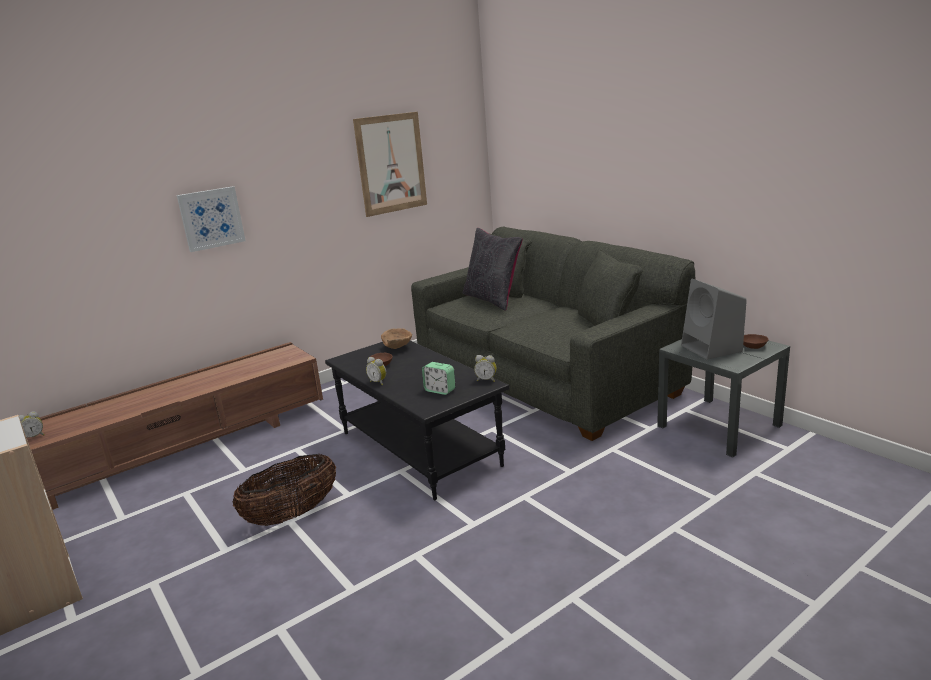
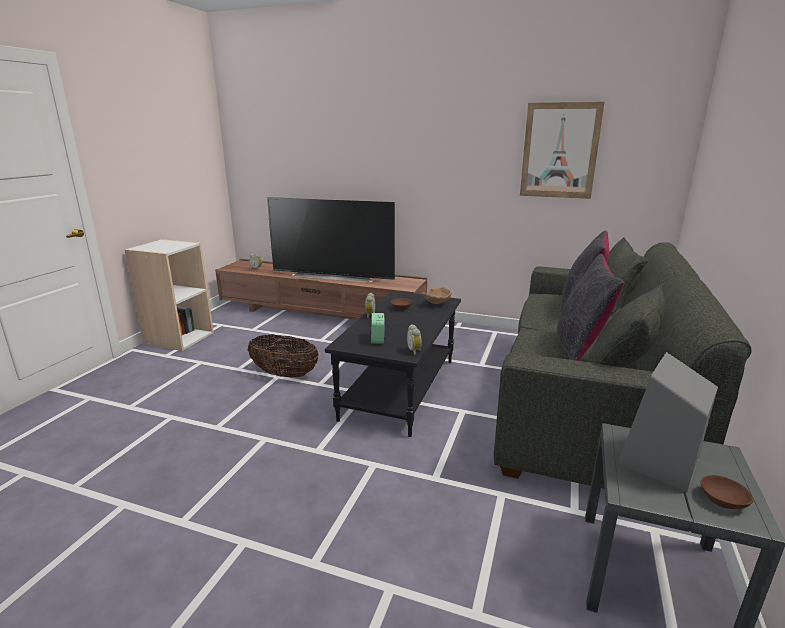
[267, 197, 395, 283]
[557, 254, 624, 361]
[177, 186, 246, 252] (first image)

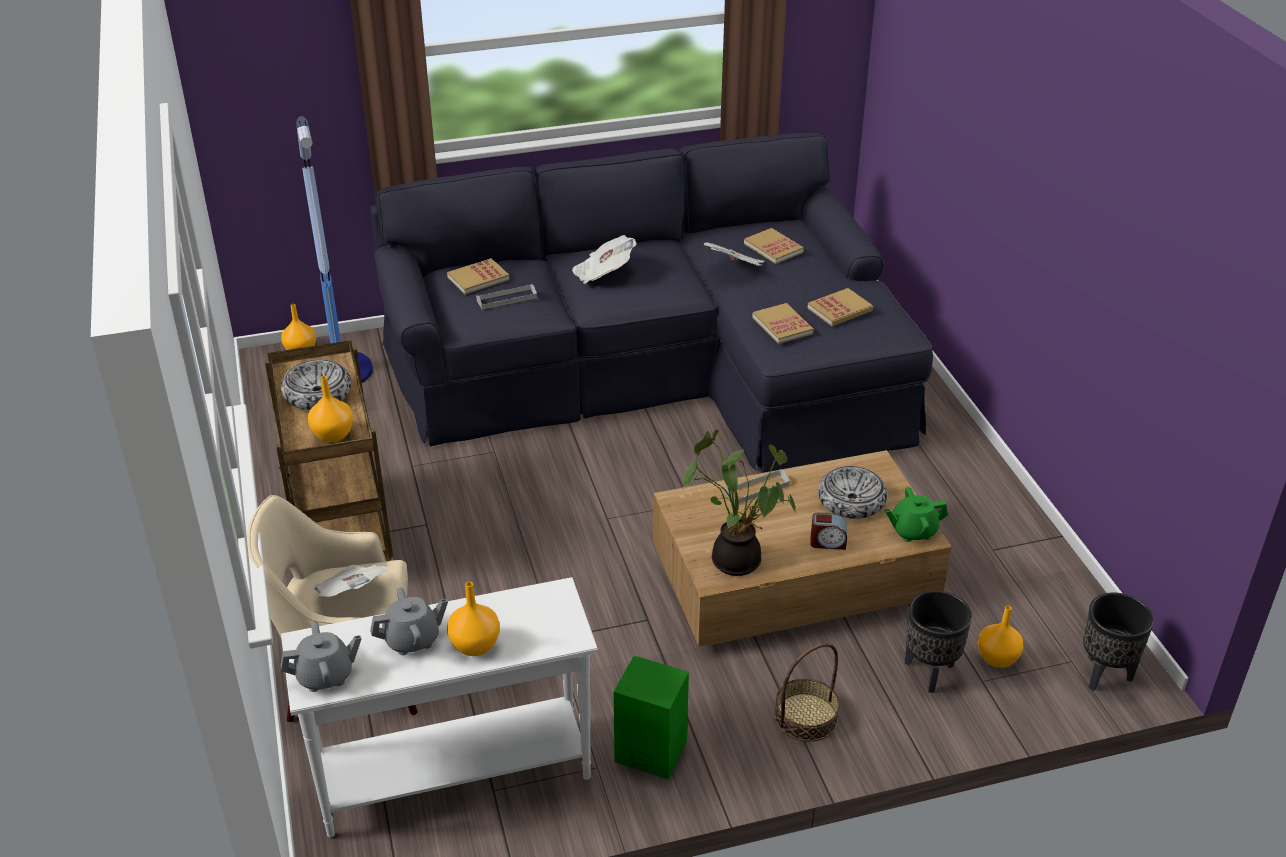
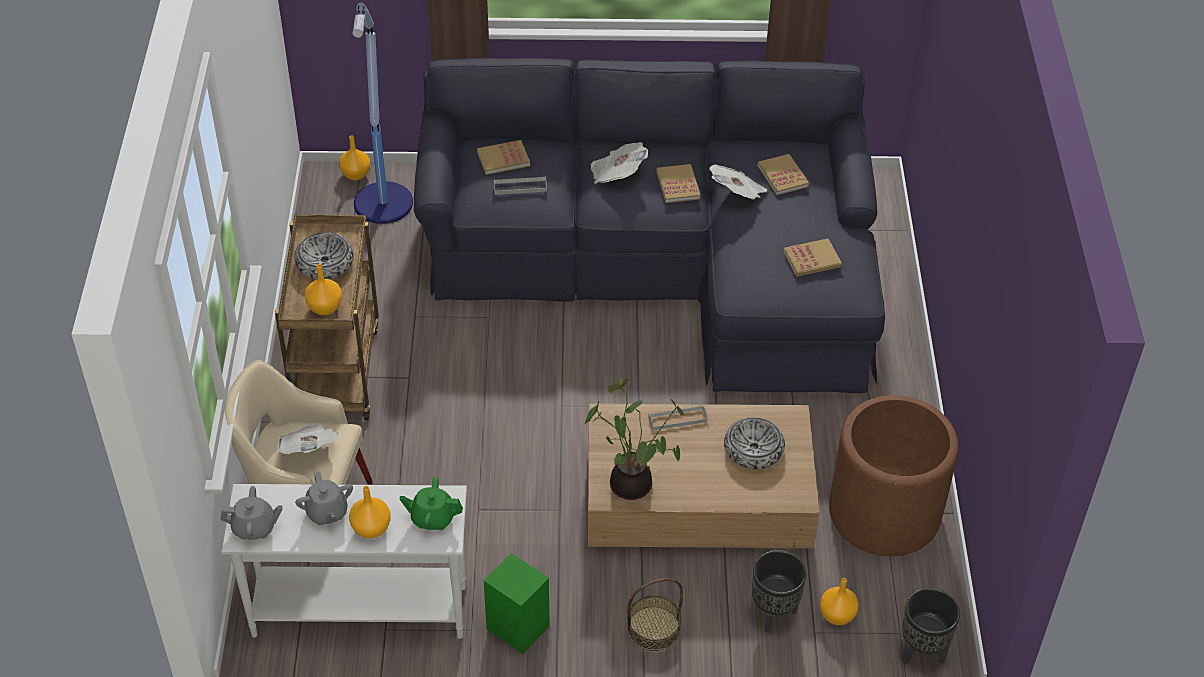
[295, 472, 353, 525]
[400, 477, 463, 530]
[657, 164, 701, 203]
[829, 395, 959, 556]
[810, 513, 847, 550] (first image)

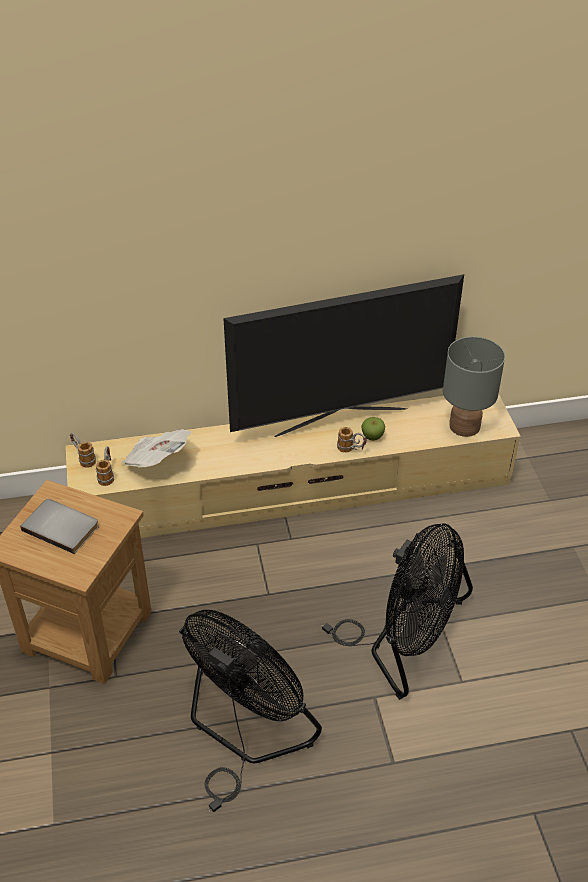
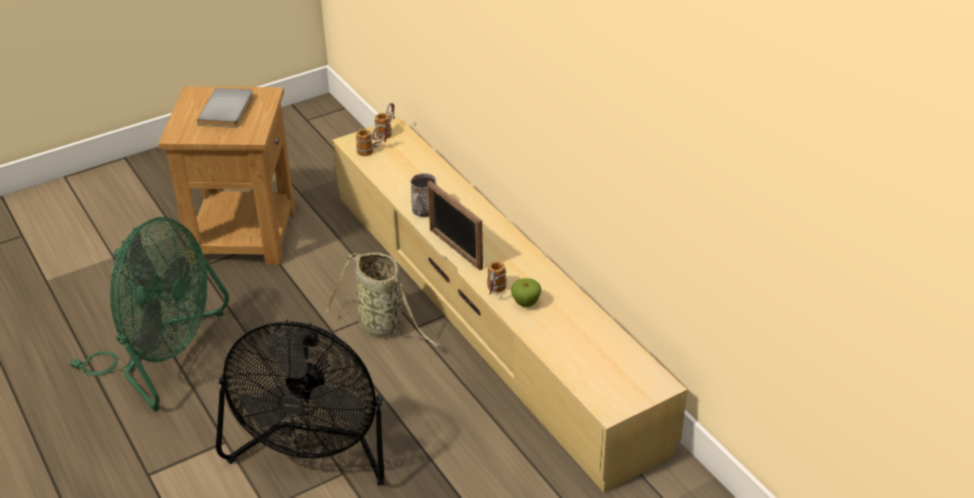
[70, 217, 229, 412]
[326, 252, 440, 347]
[410, 173, 436, 217]
[427, 180, 483, 270]
[121, 429, 192, 468] (first image)
[223, 274, 464, 437] (first image)
[443, 336, 505, 437] (first image)

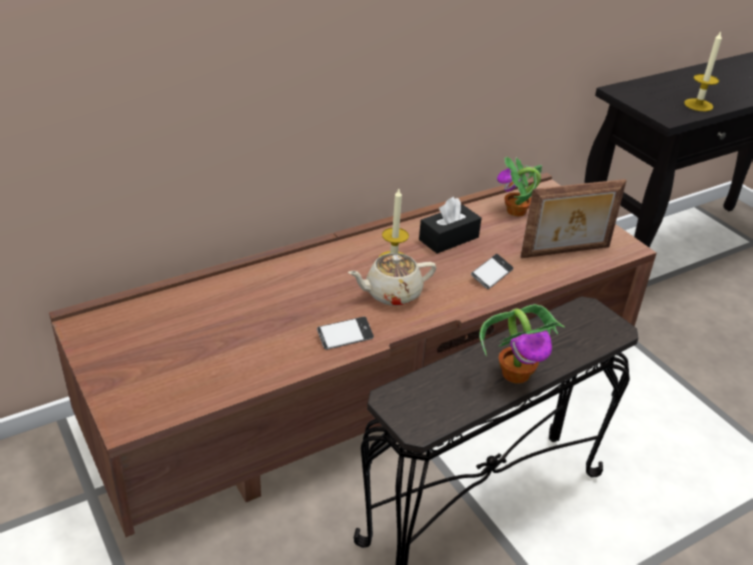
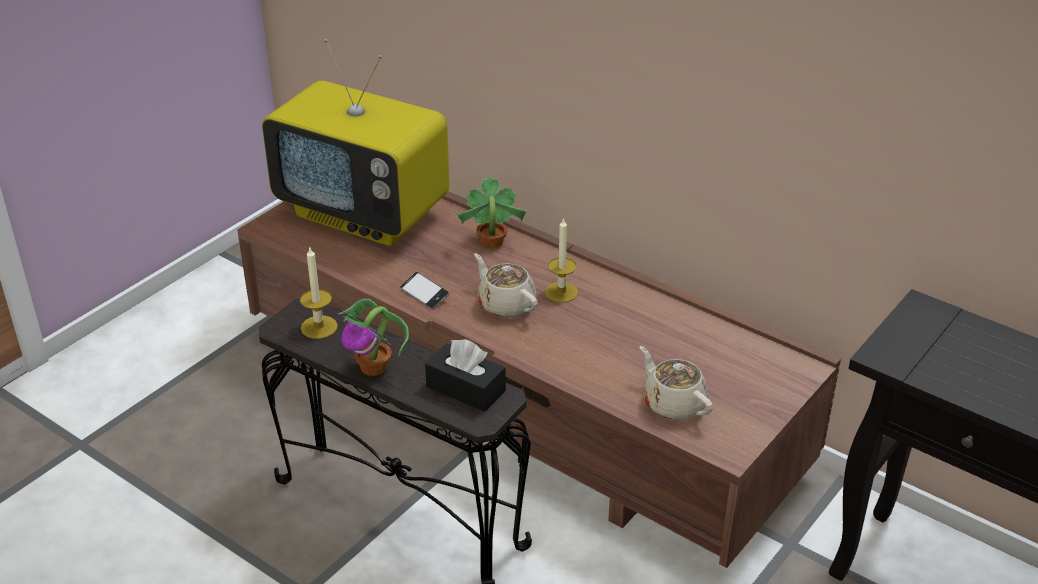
[262, 39, 450, 246]
[300, 248, 338, 339]
[425, 339, 506, 412]
[454, 177, 528, 248]
[640, 346, 713, 420]
[471, 254, 513, 289] (first image)

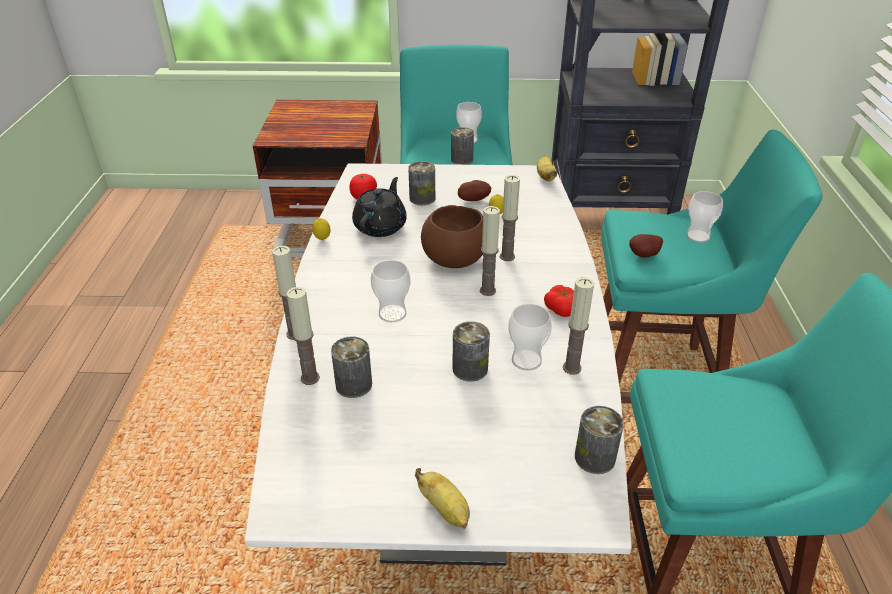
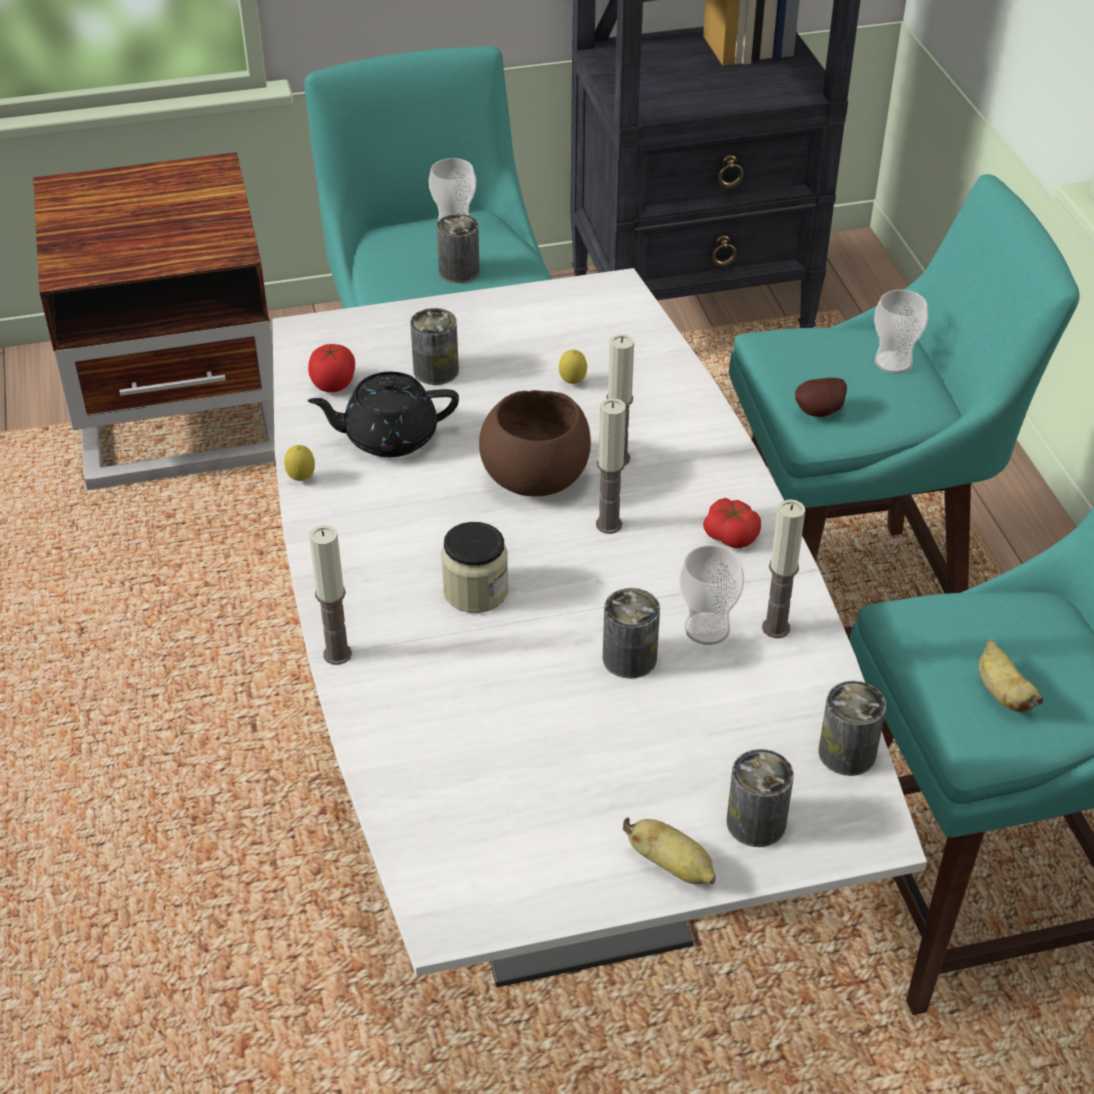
[308, 372, 459, 457]
[441, 522, 508, 613]
[727, 749, 794, 847]
[979, 640, 1043, 712]
[287, 287, 320, 385] (first image)
[458, 180, 491, 201] (first image)

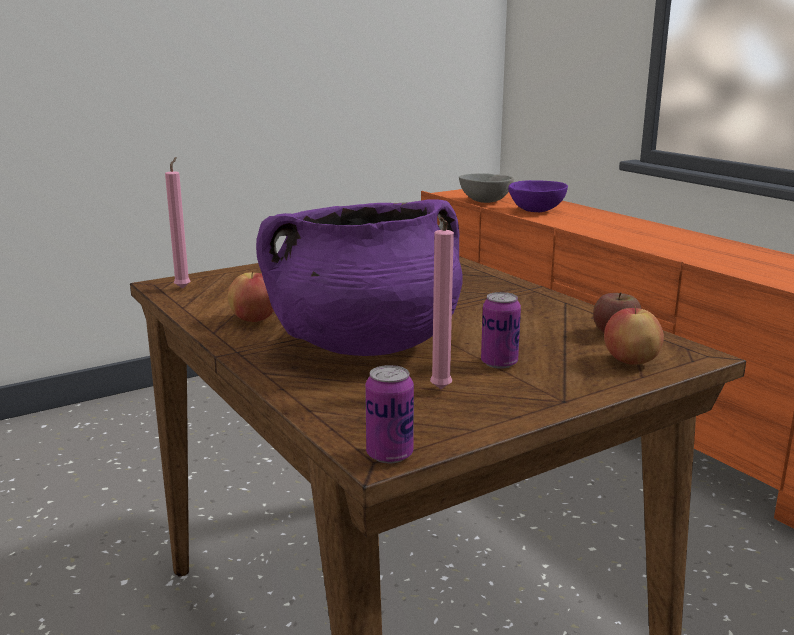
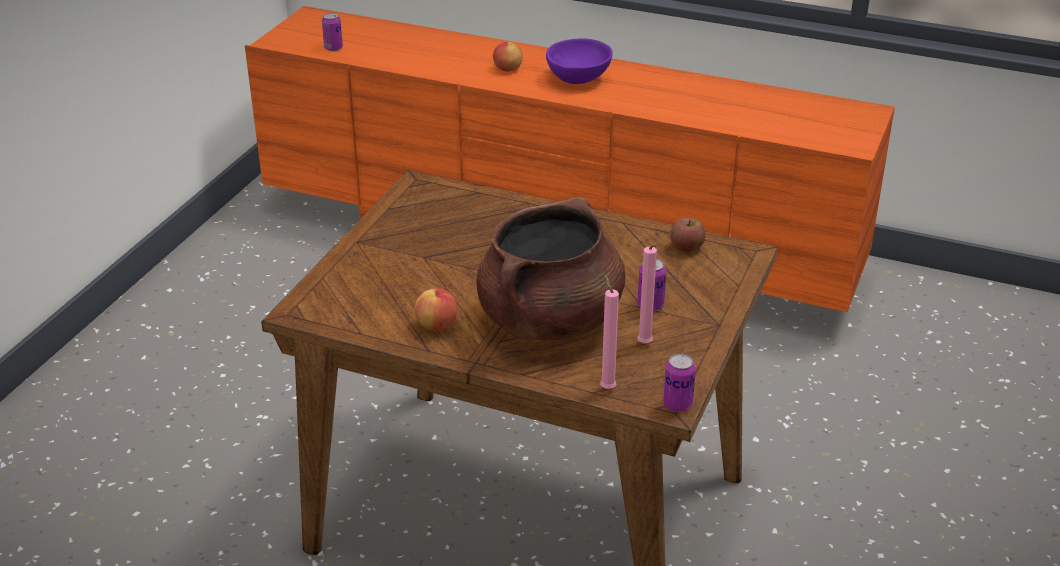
[322, 13, 343, 51]
[477, 197, 625, 341]
[493, 41, 523, 71]
[546, 38, 613, 84]
[600, 275, 619, 389]

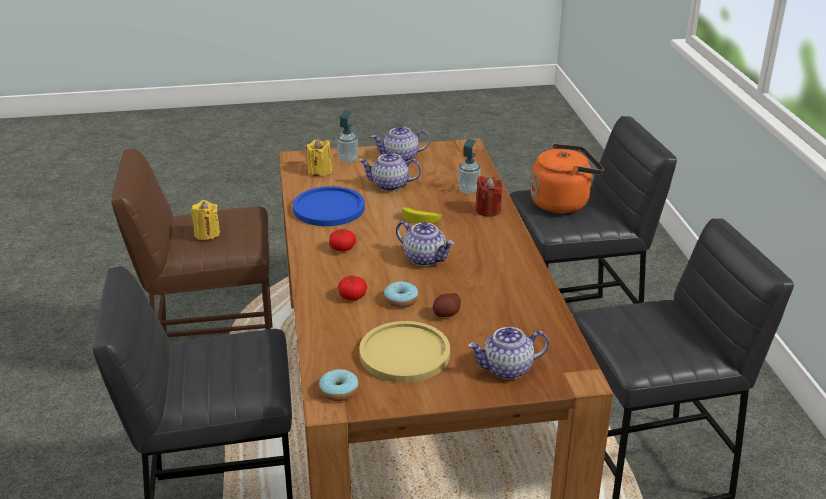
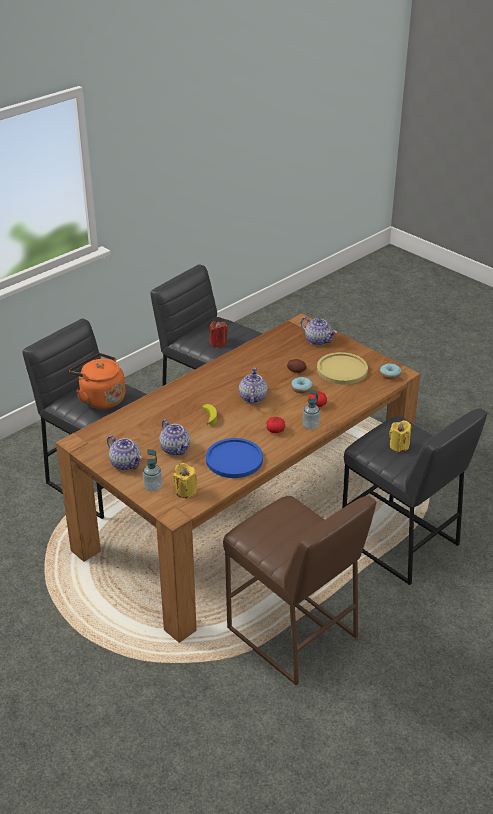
[209, 321, 228, 348]
[303, 389, 320, 430]
[389, 420, 411, 452]

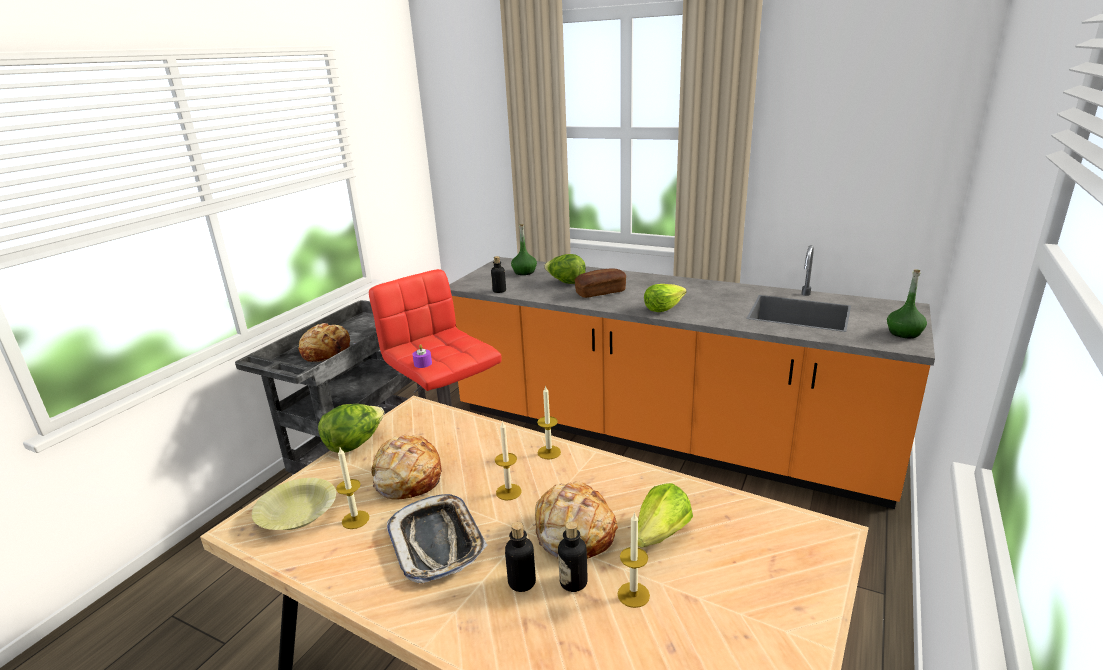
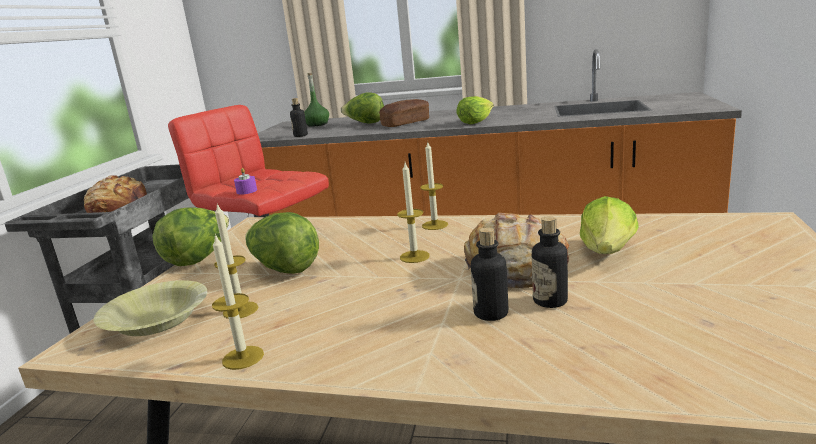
[212, 234, 264, 370]
[245, 212, 319, 274]
[387, 494, 487, 583] (first image)
[887, 269, 927, 338] (first image)

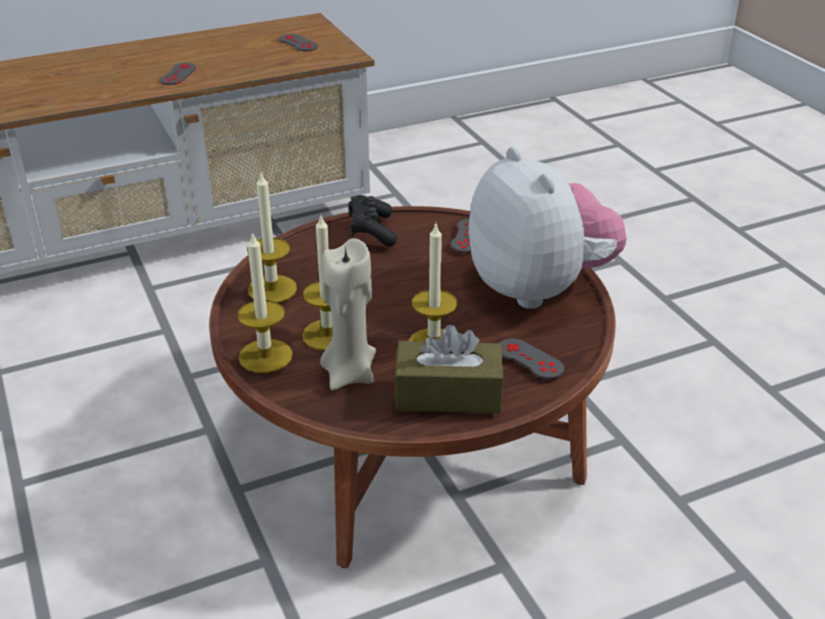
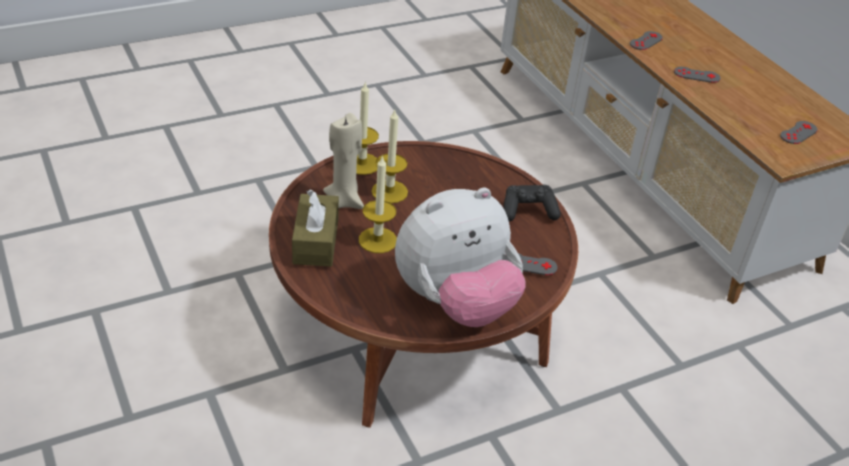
[630, 31, 663, 50]
[247, 172, 297, 303] (first image)

